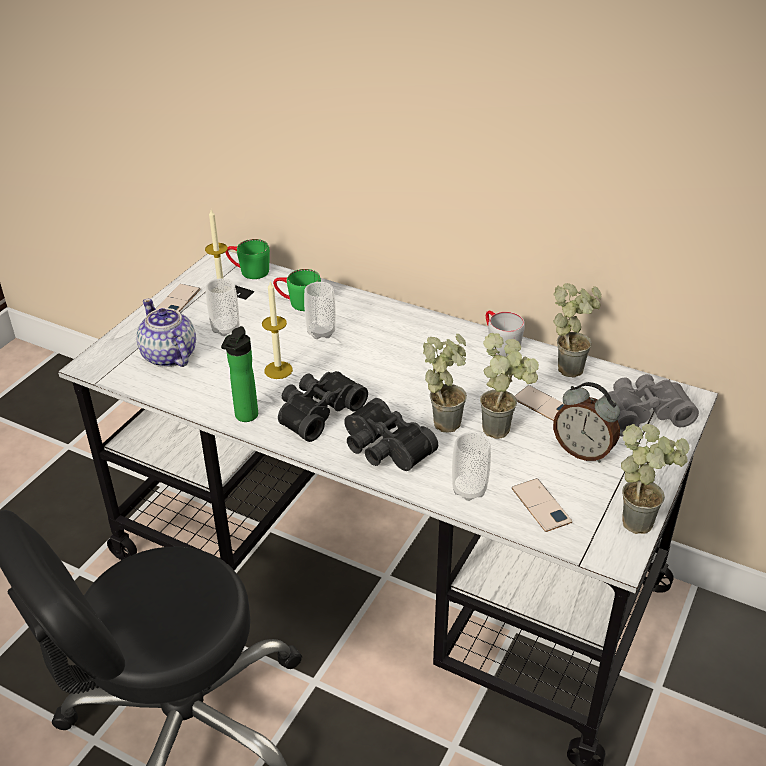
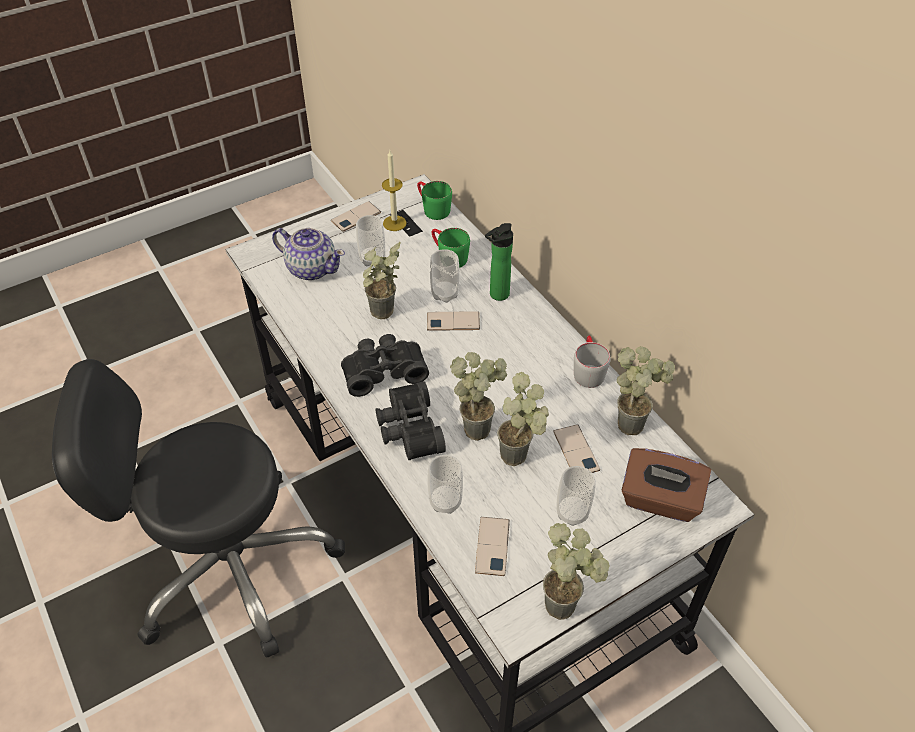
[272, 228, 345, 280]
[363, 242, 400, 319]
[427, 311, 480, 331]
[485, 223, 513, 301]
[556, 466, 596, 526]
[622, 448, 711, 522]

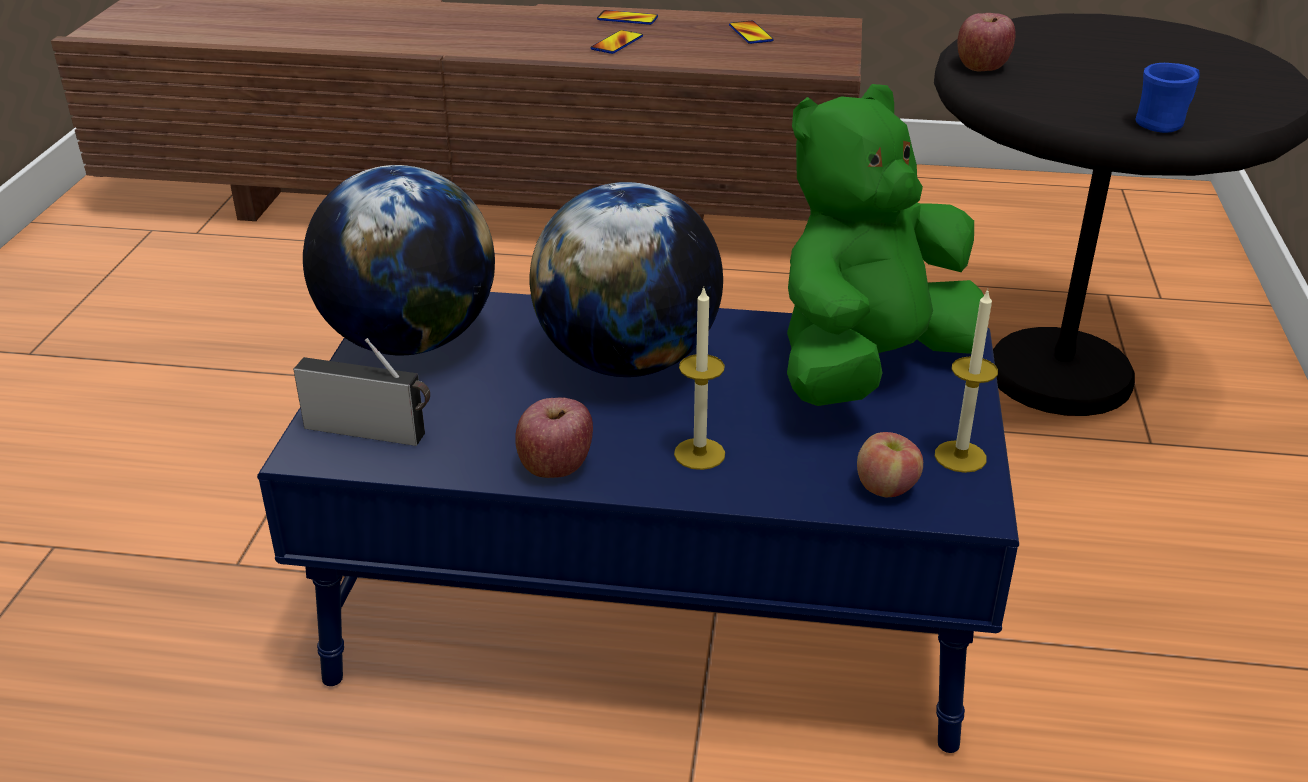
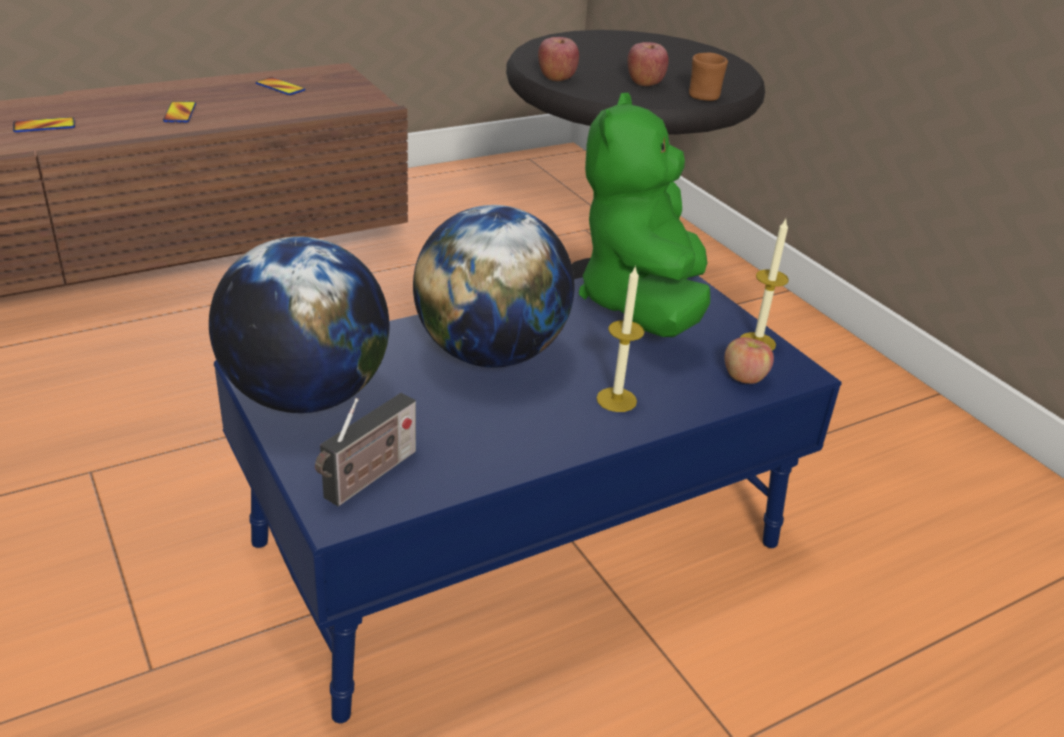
[13, 117, 75, 132]
[315, 393, 416, 506]
[627, 42, 669, 86]
[689, 53, 728, 101]

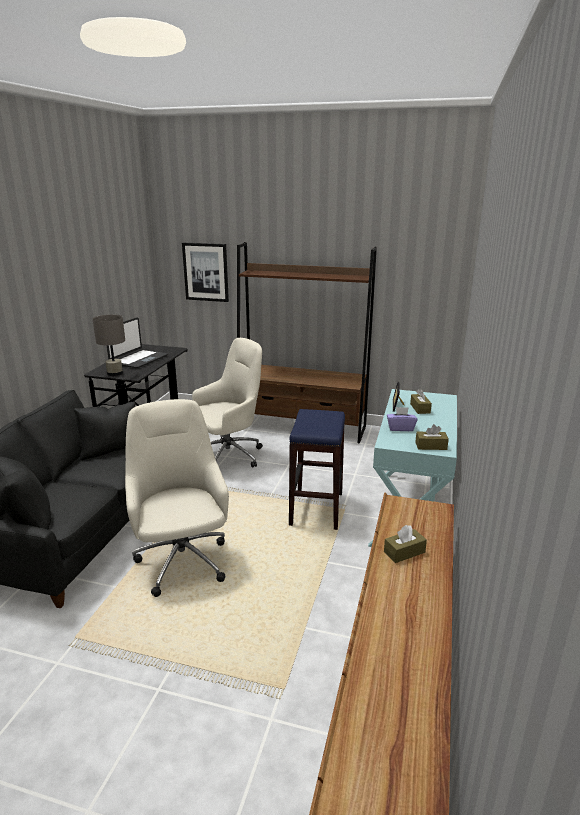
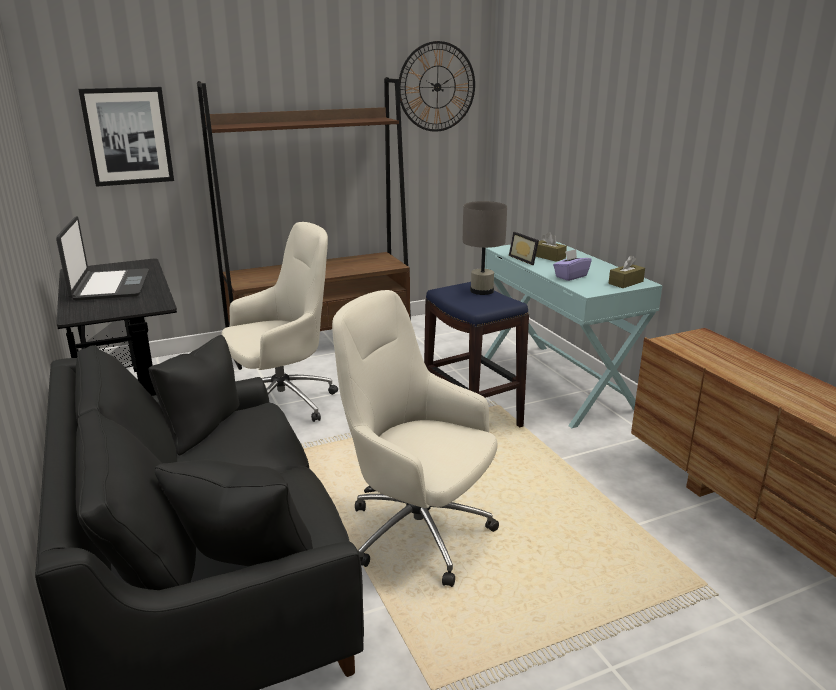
[221, 222, 338, 422]
[399, 41, 475, 132]
[463, 201, 507, 295]
[384, 525, 427, 563] (first image)

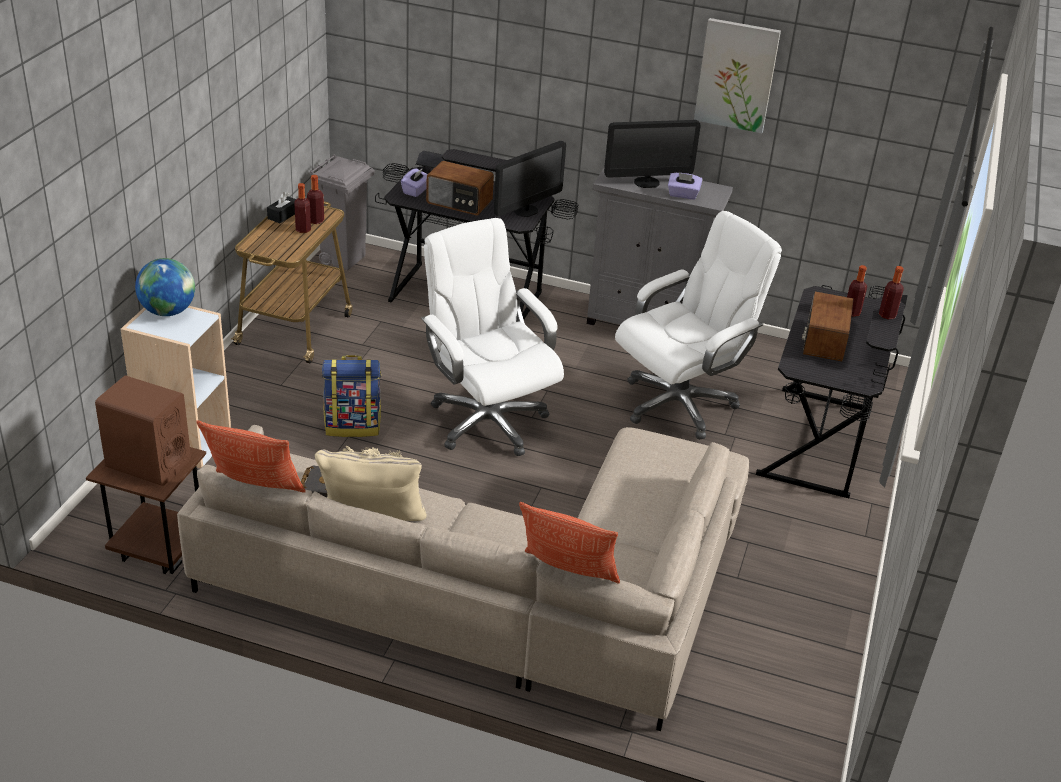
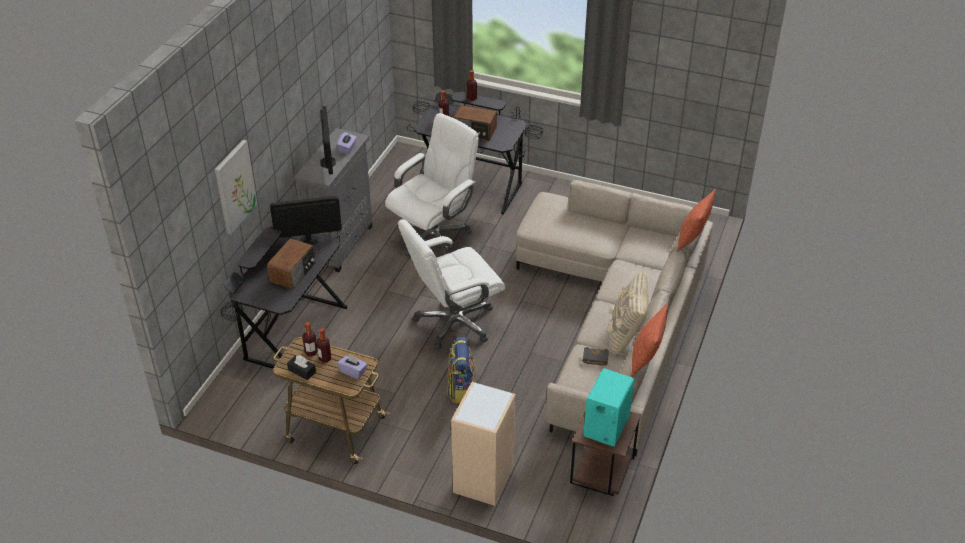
[215, 140, 257, 234]
[270, 196, 342, 245]
[337, 354, 367, 379]
[385, 113, 479, 257]
[583, 368, 634, 446]
[135, 258, 195, 316] (first image)
[310, 154, 374, 270] (first image)

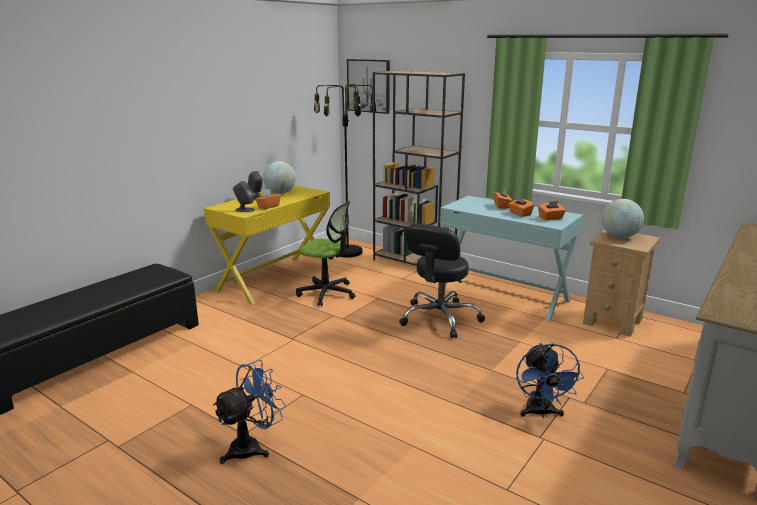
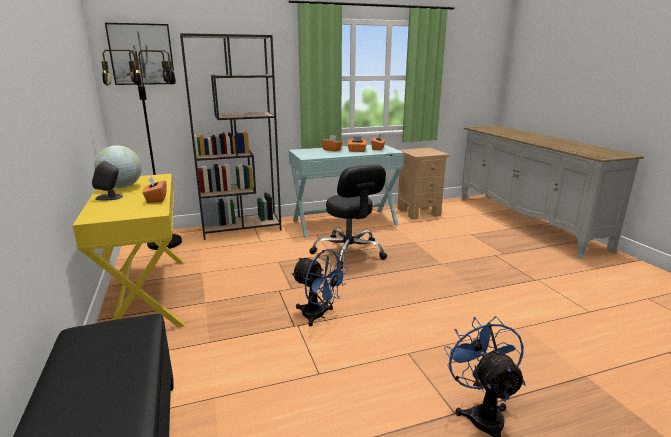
[291, 249, 349, 326]
[233, 181, 255, 212] (first image)
[296, 201, 356, 307] (first image)
[601, 199, 644, 238] (first image)

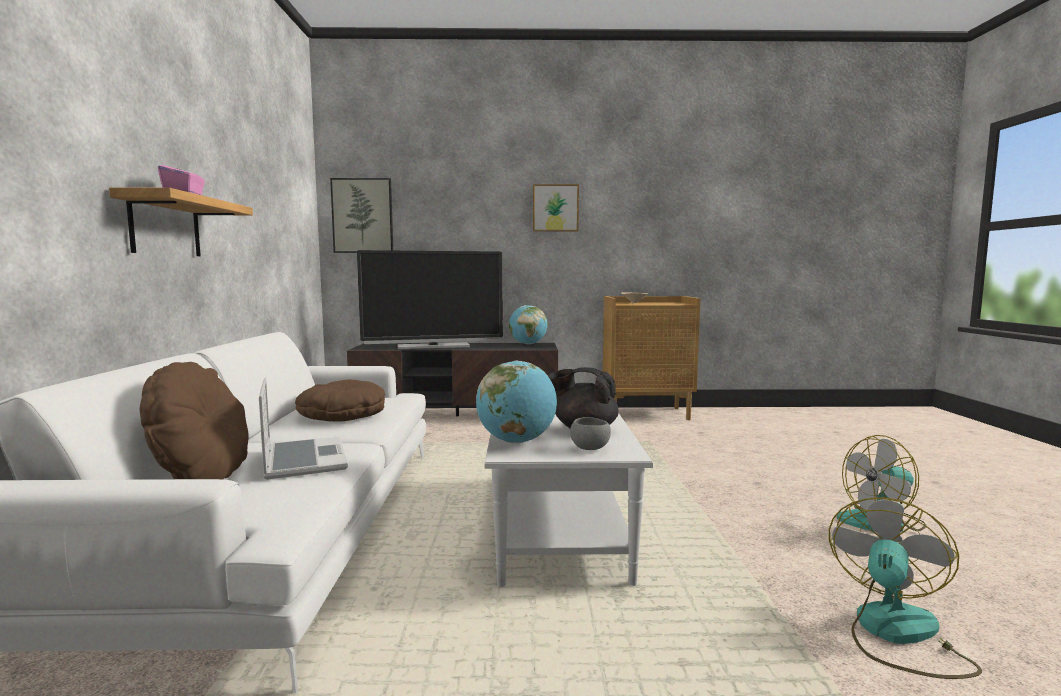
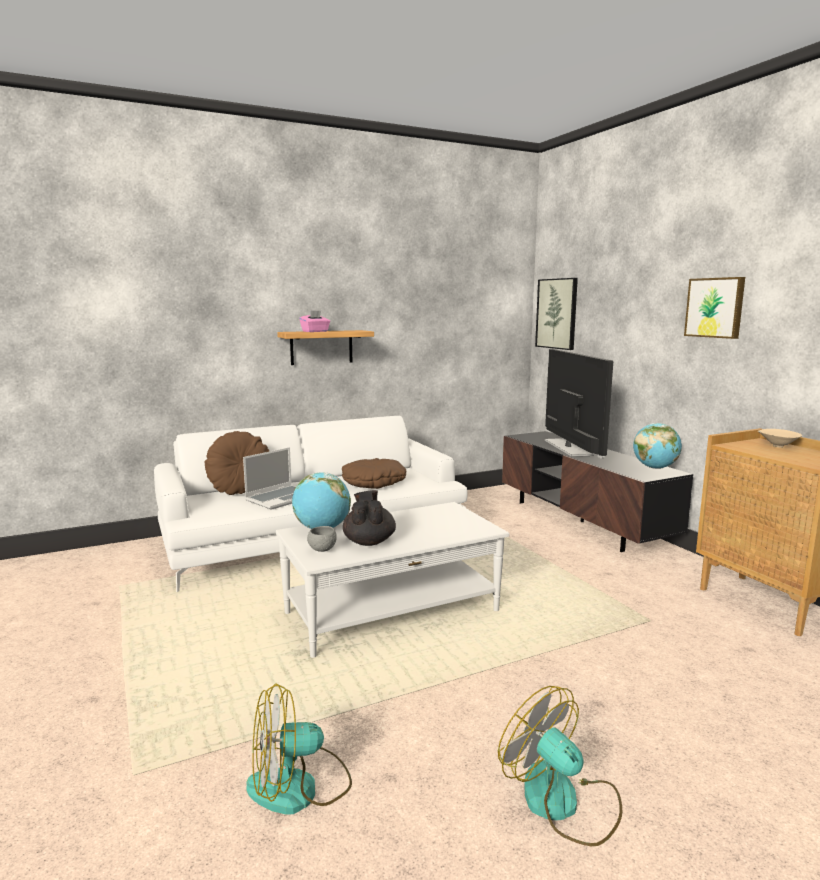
[246, 683, 352, 815]
[545, 349, 613, 459]

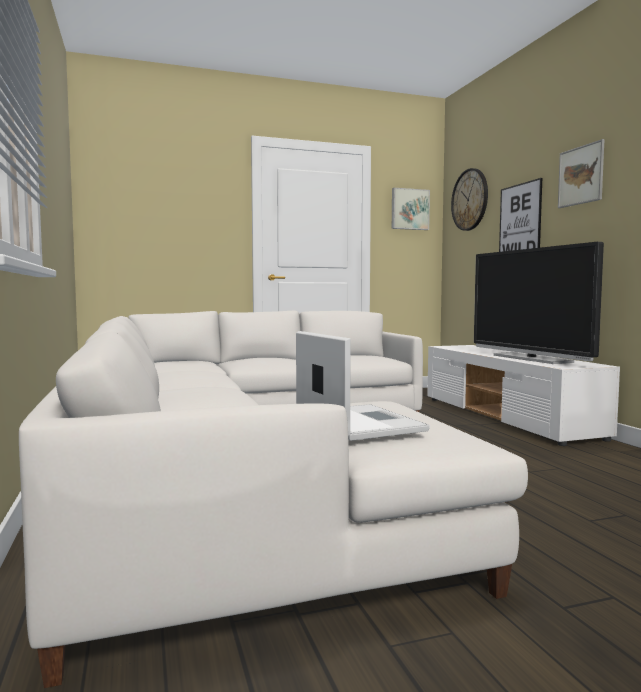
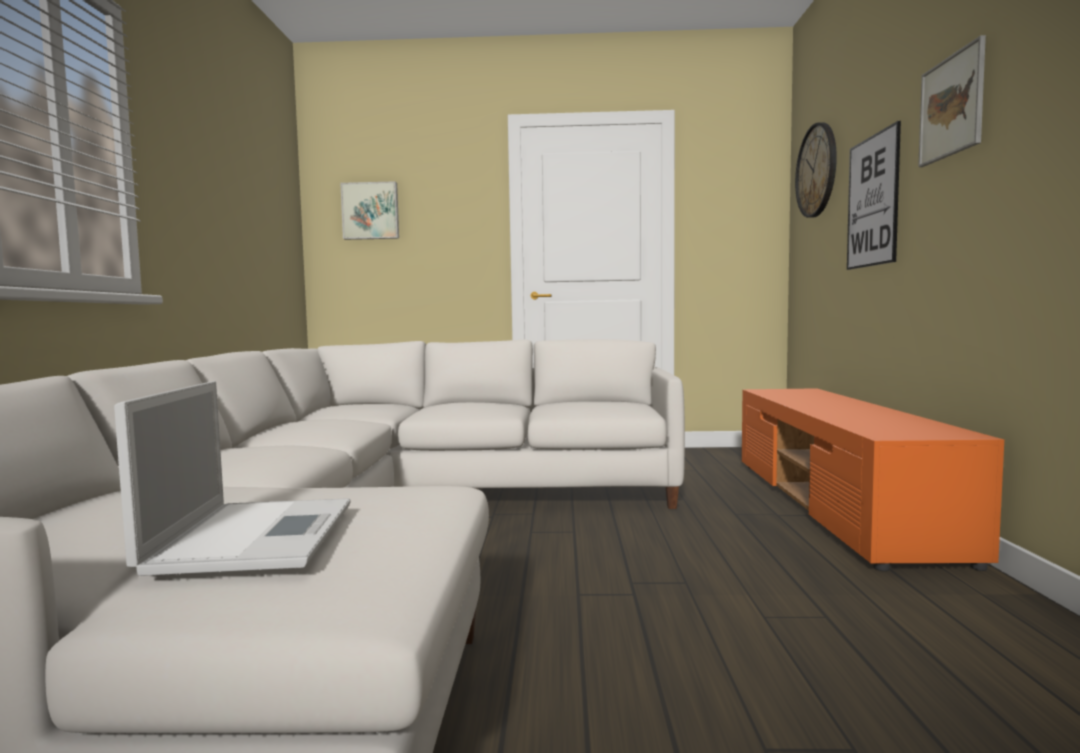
[340, 181, 399, 240]
[742, 388, 1004, 571]
[474, 242, 604, 364] (first image)

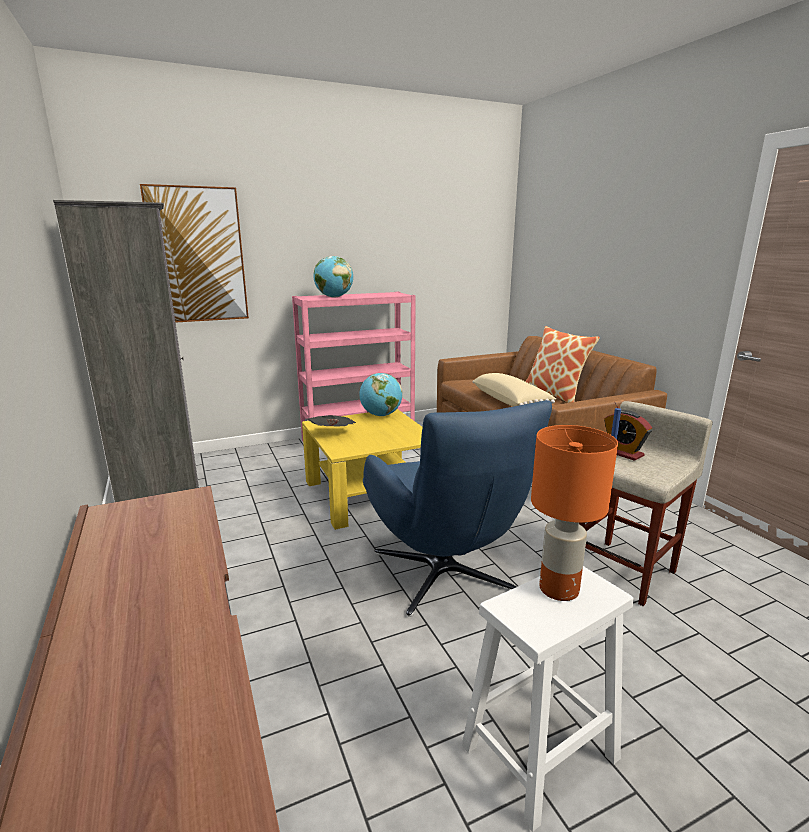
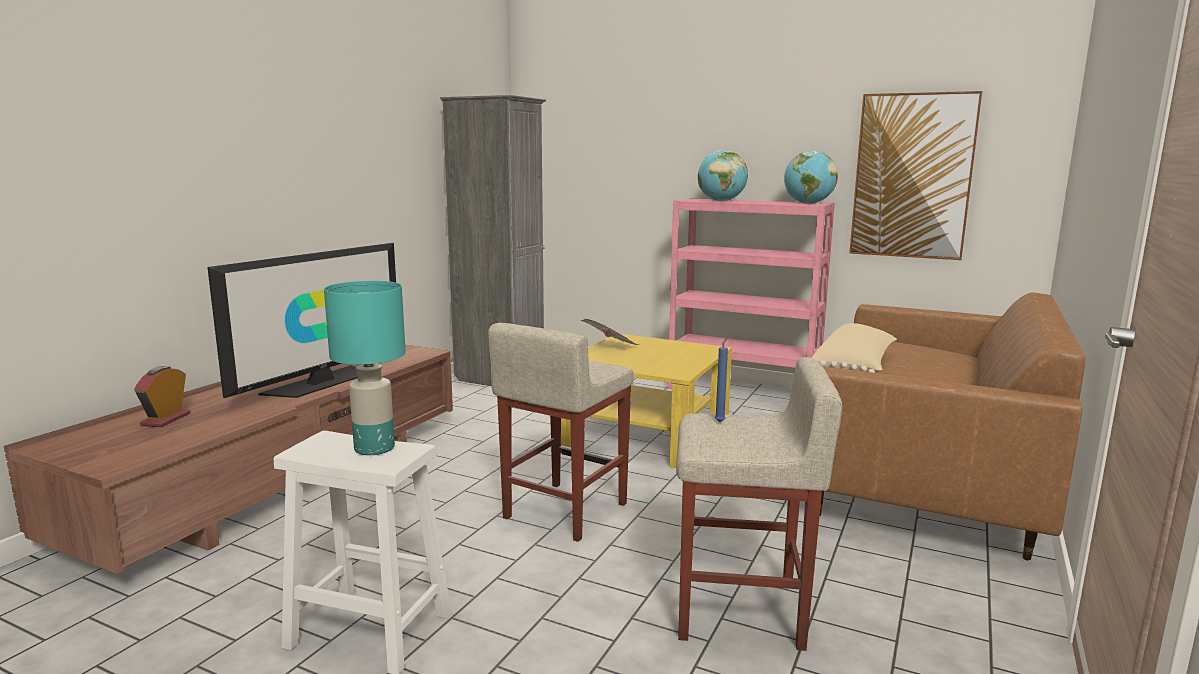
[134, 366, 190, 427]
[207, 243, 396, 398]
[324, 281, 406, 455]
[489, 323, 634, 542]
[784, 151, 838, 204]
[849, 91, 982, 260]
[525, 326, 600, 403] (first image)

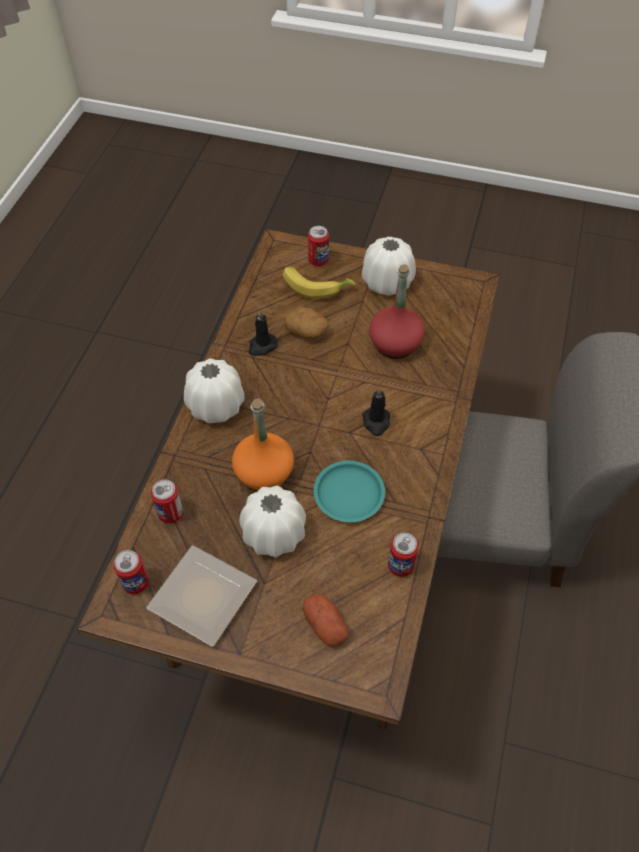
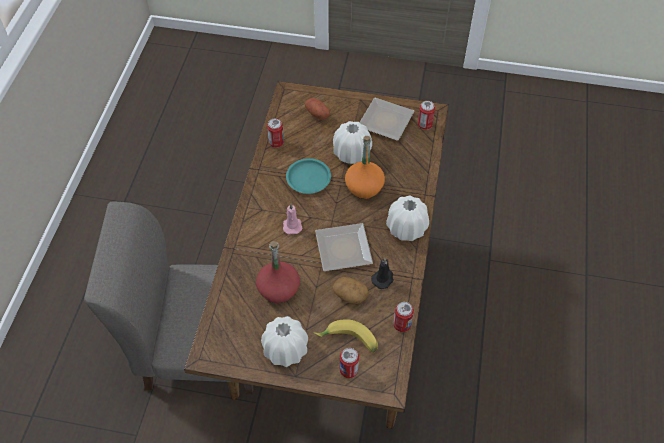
[283, 204, 303, 235]
[315, 223, 373, 271]
[393, 302, 414, 332]

